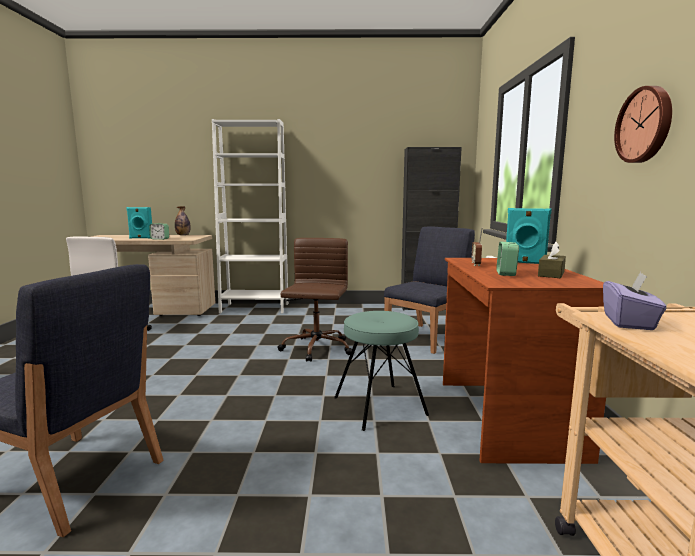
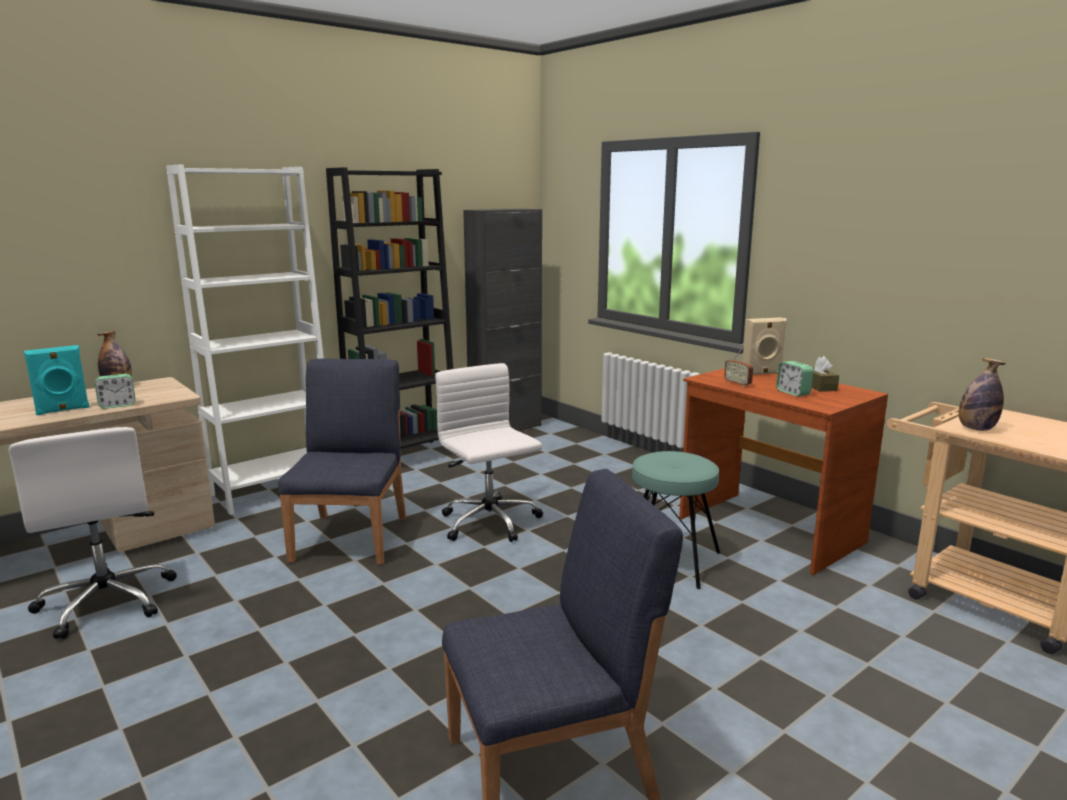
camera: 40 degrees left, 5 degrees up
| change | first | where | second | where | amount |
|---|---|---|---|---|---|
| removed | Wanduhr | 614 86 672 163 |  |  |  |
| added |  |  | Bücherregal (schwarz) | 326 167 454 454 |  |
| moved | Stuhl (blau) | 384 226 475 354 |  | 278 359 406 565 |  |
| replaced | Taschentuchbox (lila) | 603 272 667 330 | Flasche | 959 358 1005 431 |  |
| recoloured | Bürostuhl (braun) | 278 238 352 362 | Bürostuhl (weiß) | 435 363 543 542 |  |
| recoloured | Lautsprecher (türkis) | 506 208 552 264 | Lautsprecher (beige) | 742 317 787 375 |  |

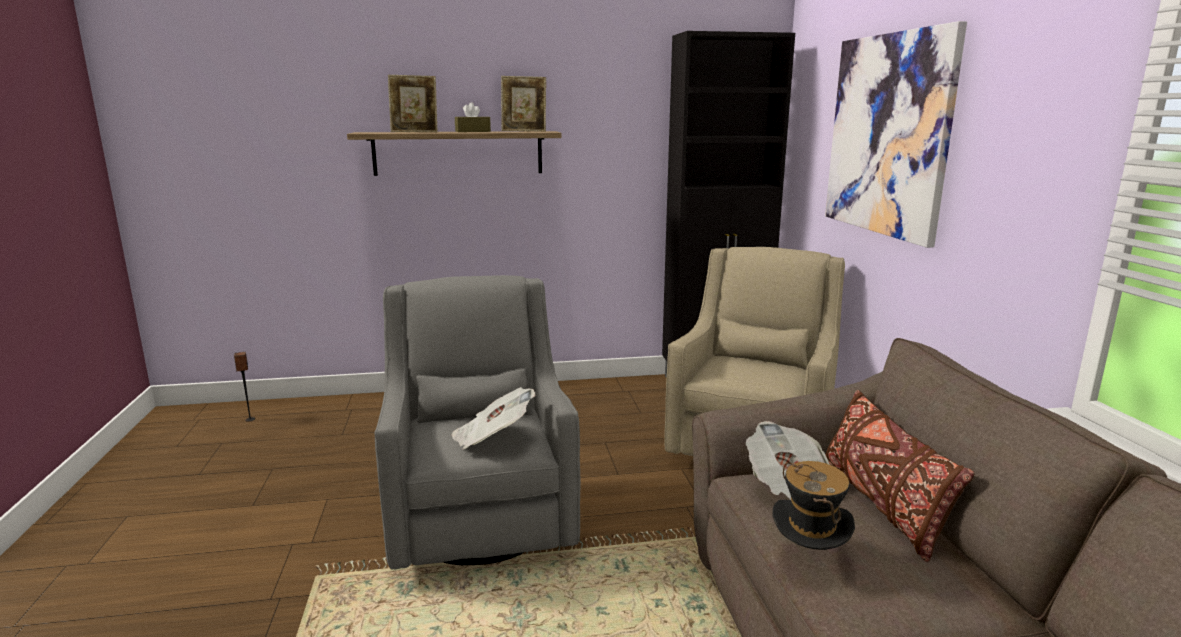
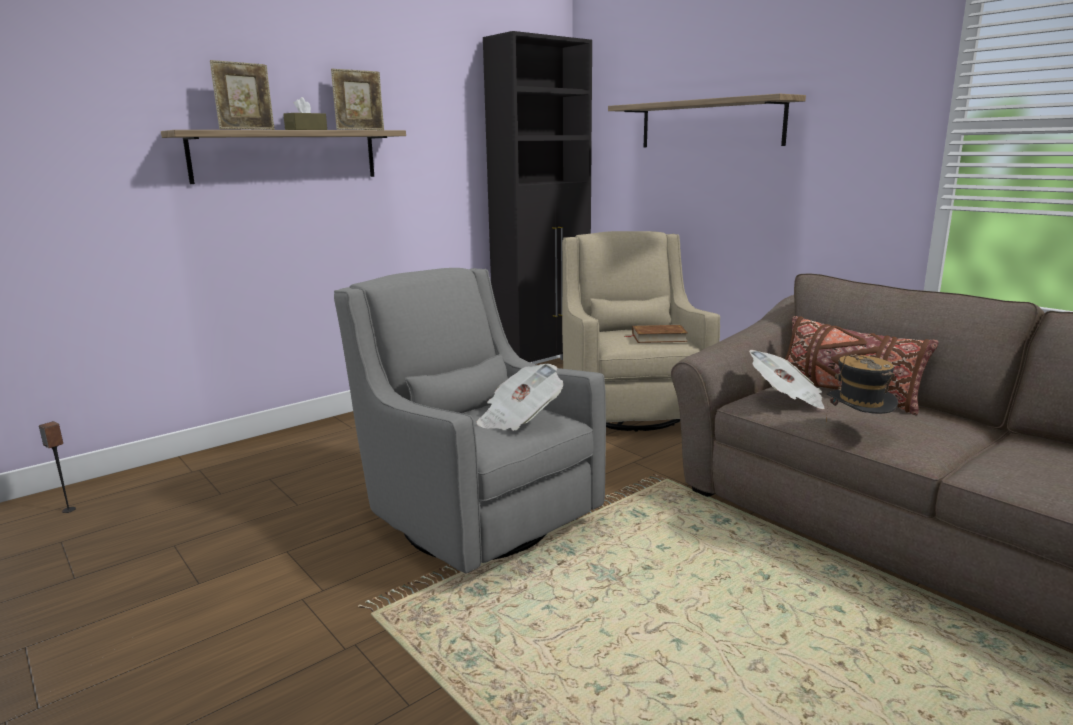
camera: 30 degrees left, 0 degrees up
| change | first | where | second | where | amount |
|---|---|---|---|---|---|
| added |  |  | Buch (braun) | 625 325 688 343 |  |
| replaced | Bild | 825 21 967 248 | Wandregal | 608 94 806 148 |  |

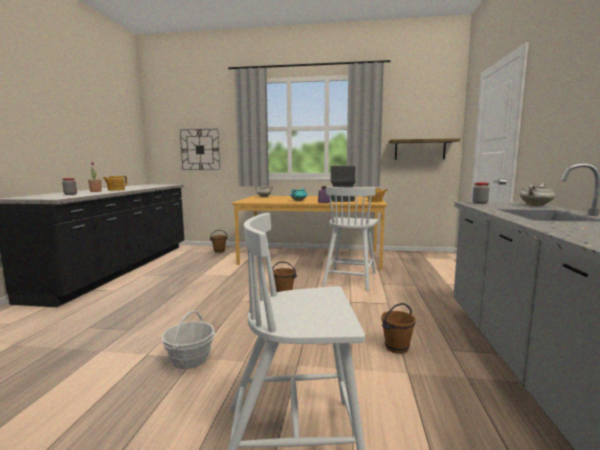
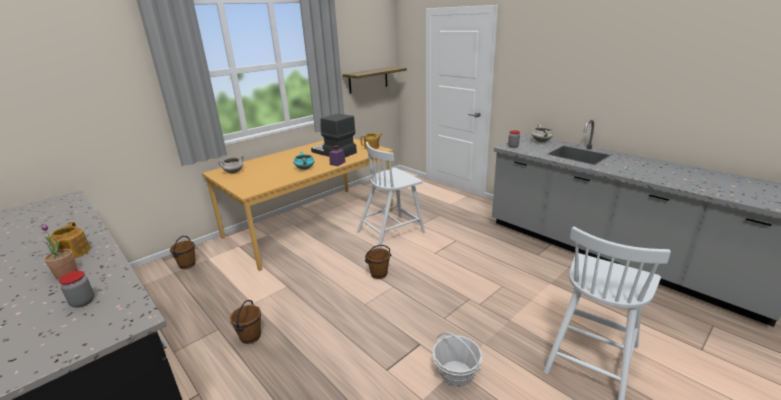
camera: 50 degrees left, 15 degrees up
| change | first | where | second | where | amount |
|---|---|---|---|---|---|
| removed | Wanduhr | 178 127 222 172 |  |  |  |
| moved | Eimer (braun) | 381 303 416 354 |  | 230 300 261 344 |  |
| turned | Stuhl (weiß) | 322 186 378 291 |  | 357 142 425 249 | 90 degrees clockwise |

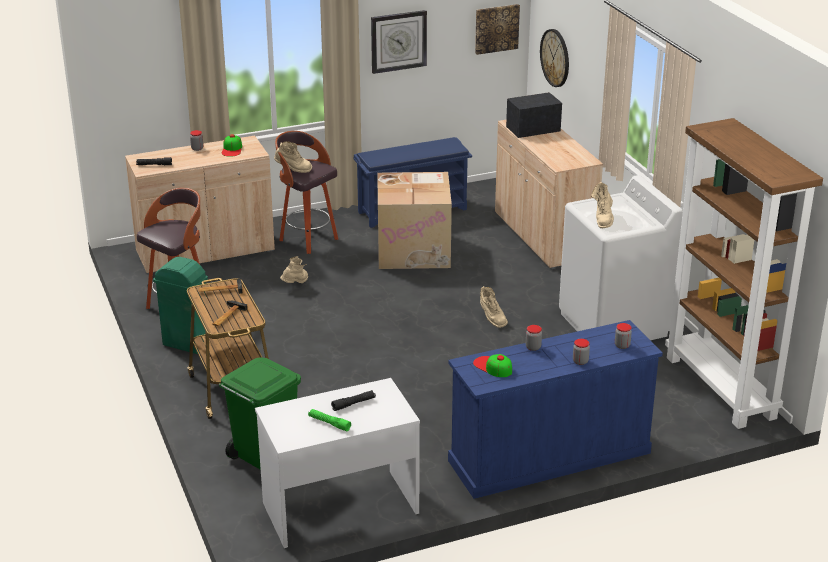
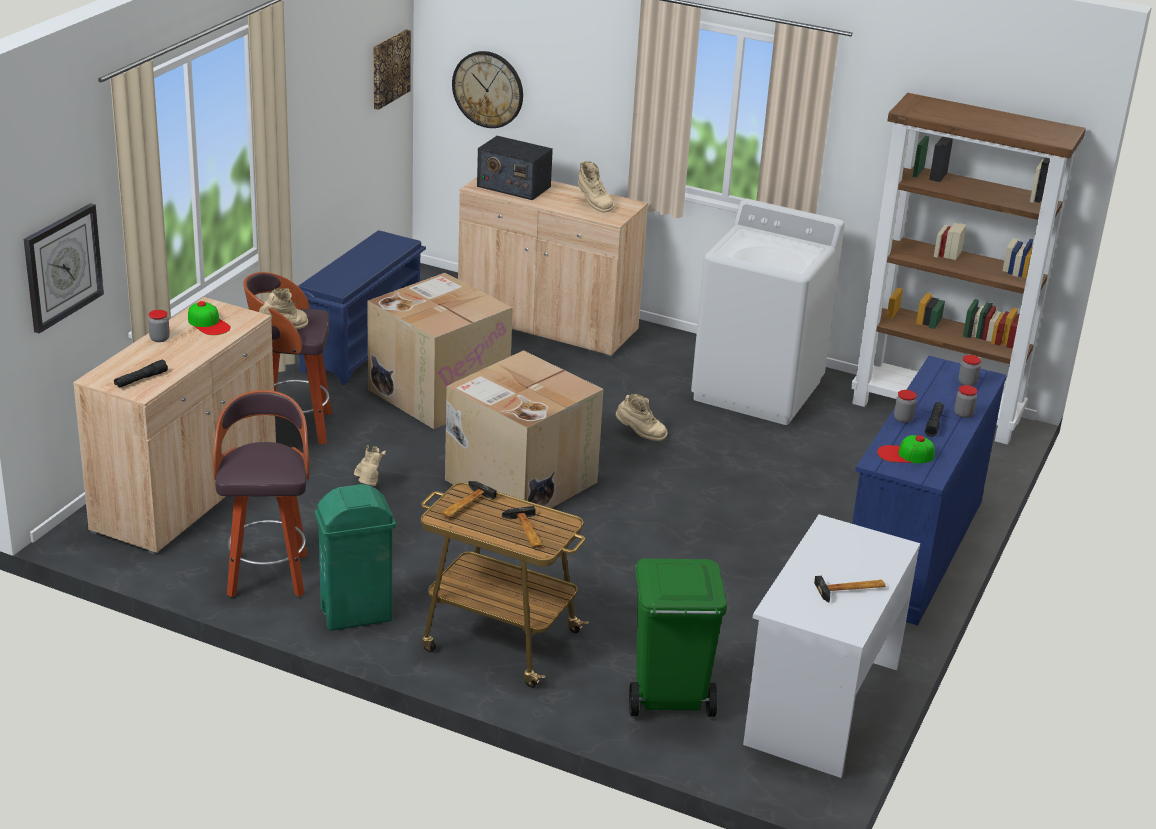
camera: 45 degrees left, 0 degrees up
| change | first | where | second | where | amount |
|---|---|---|---|---|---|
| added |  |  | Karton | 445 350 604 508 |  |
| moved | Taschenlampe (schwarz) | 331 390 376 411 |  | 925 402 944 437 |  |
| moved | Wanduhr | 371 10 427 74 |  | 24 203 104 333 |  |
| moved | Stiefel (beige) | 591 182 614 228 |  | 578 161 615 213 |  |
| replaced | Taschenlampe (grün) | 308 409 351 431 | Hammer | 814 576 886 602 |  |
| turned | Radio | 506 92 562 138 |  | 477 136 553 200 | 90 degrees counterclockwise |

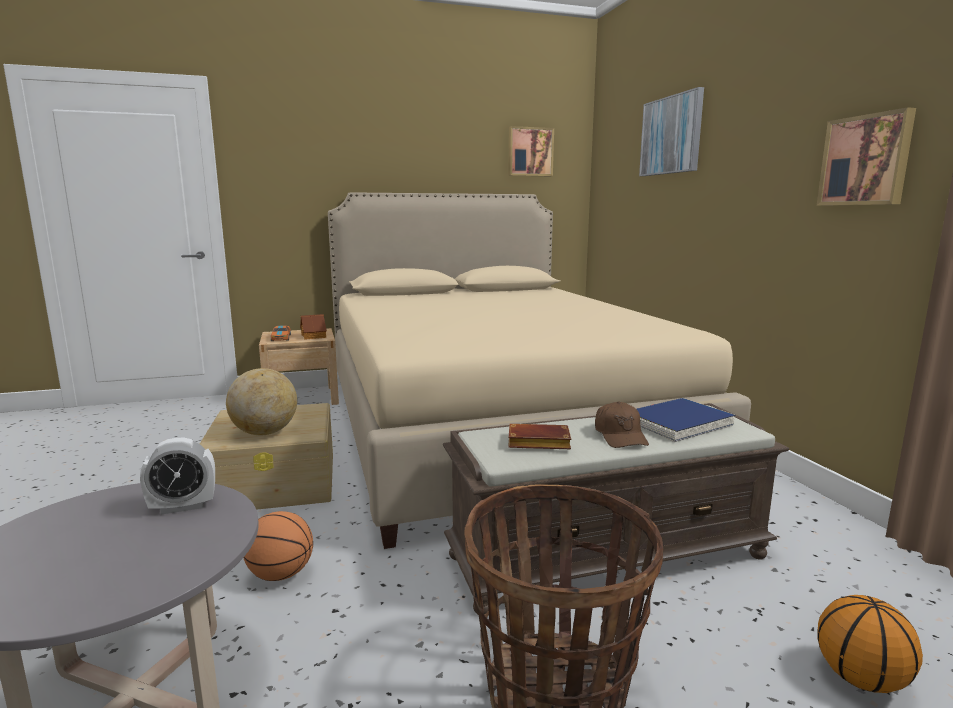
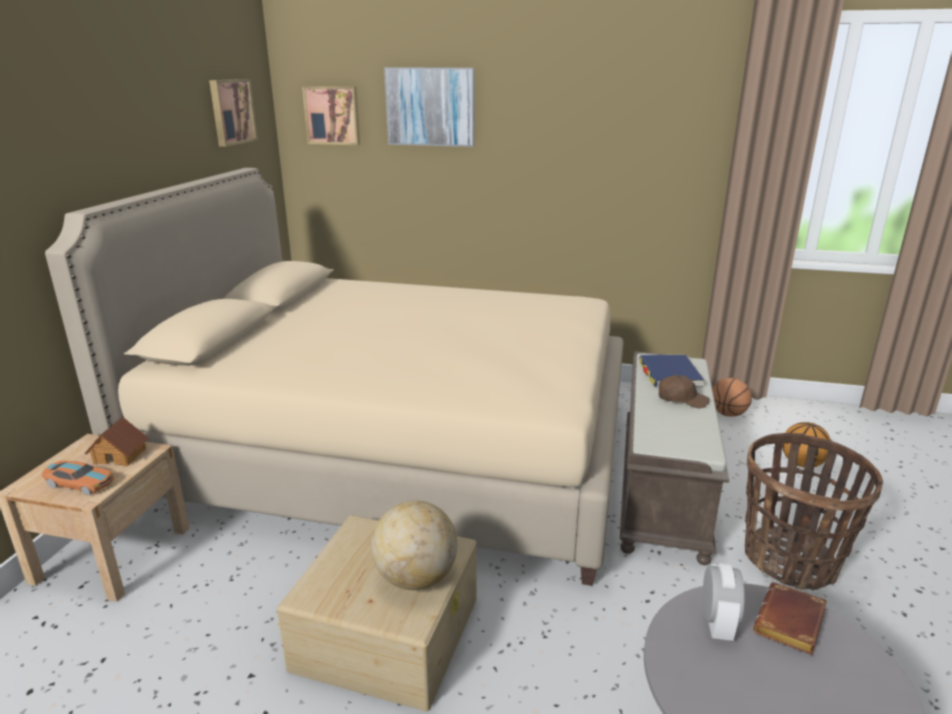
camera: 60 degrees left, 10 degrees up
| change | first | where | second | where | amount |
|---|---|---|---|---|---|
| moved | Basketball | 244 511 313 581 |  | 712 378 752 417 |  |
| moved | Buch (braun) | 508 424 571 449 |  | 753 582 827 655 |  |
| moved | Bild | 817 107 916 206 |  | 302 86 360 145 |  |

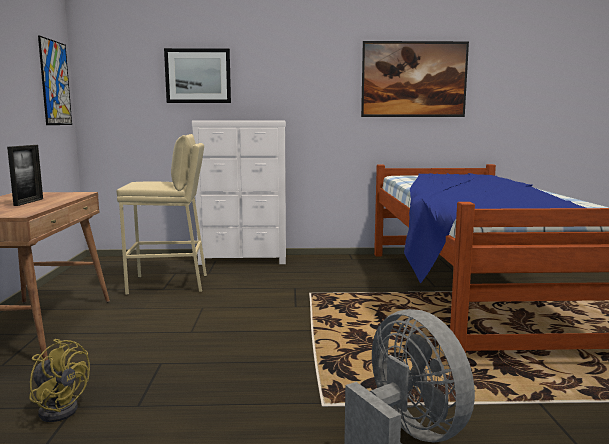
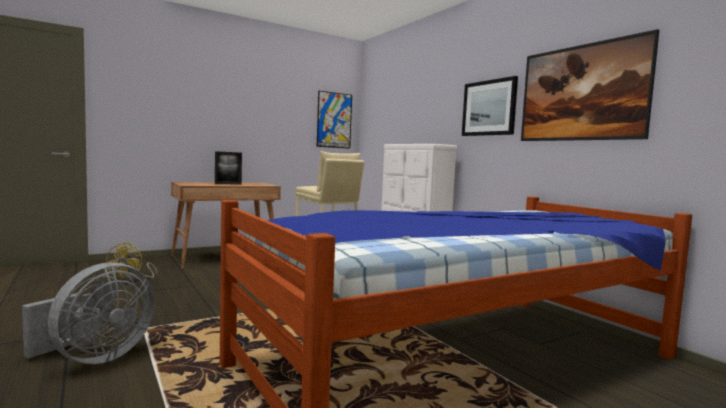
camera: 60 degrees right, 5 degrees down
| change | first | where | second | where | amount |
|---|---|---|---|---|---|
| moved | Bild | 164 48 231 103 |  | 462 76 518 136 |  |

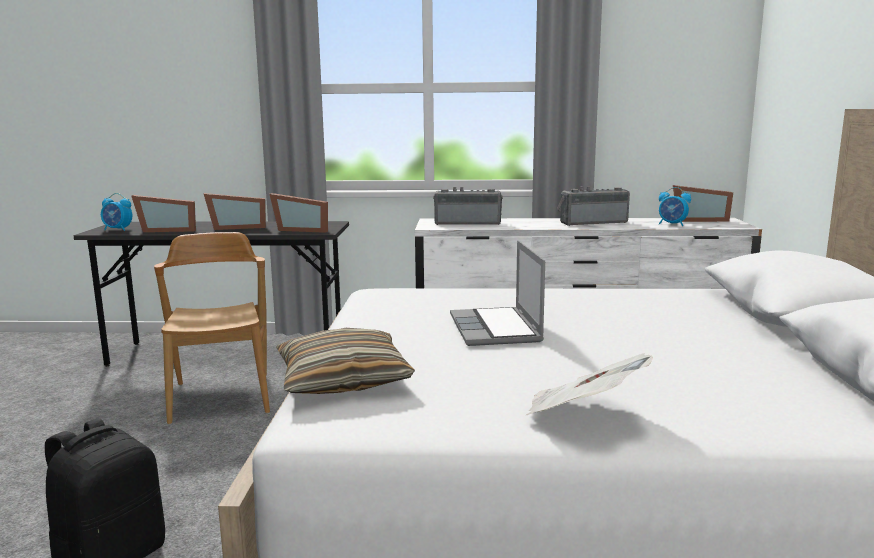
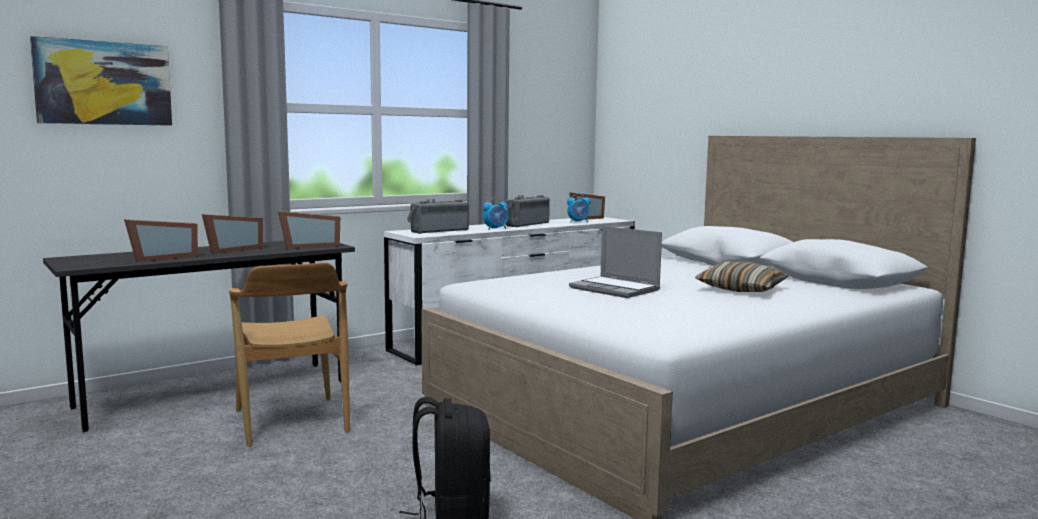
camera: 40 degrees left, 5 degrees down
| change | first | where | second | where | amount |
|---|---|---|---|---|---|
| removed | Zeitung | 526 353 653 415 |  |  |  |
| added |  |  | Bild | 30 36 172 126 |  |
| moved | Wecker | 101 193 132 231 |  | 483 198 508 230 |  |
| moved | Kissen | 276 328 415 394 |  | 695 261 788 292 |  |
| turned | Stuhl (braun) | 154 232 270 424 |  | 229 262 350 447 | 150 degrees counterclockwise |

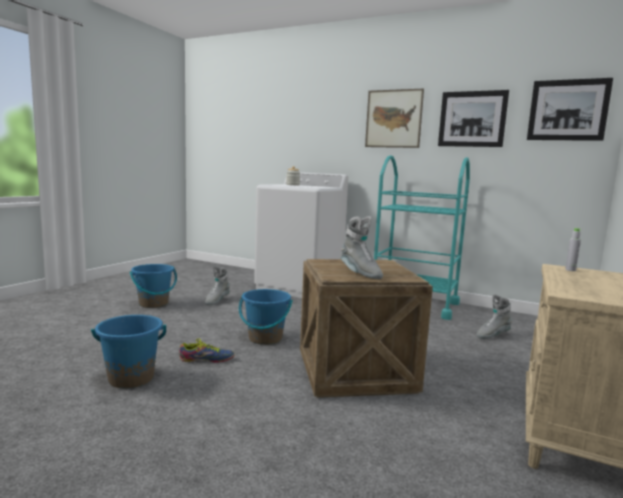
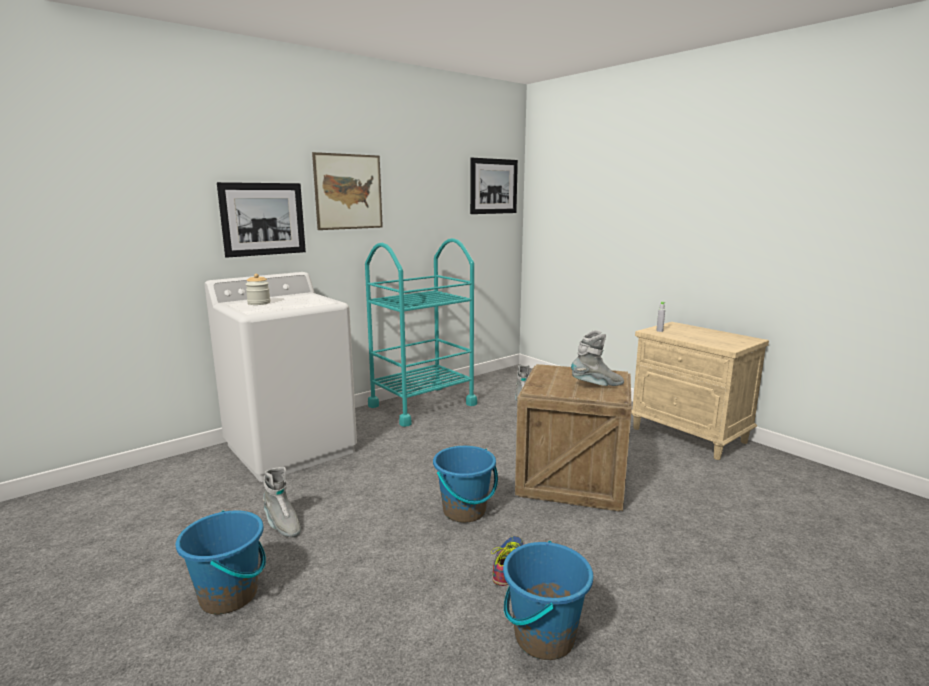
camera: 65 degrees left, 5 degrees up
| change | first | where | second | where | amount |
|---|---|---|---|---|---|
| moved | Bild | 438 90 509 147 |  | 217 182 306 258 |  |

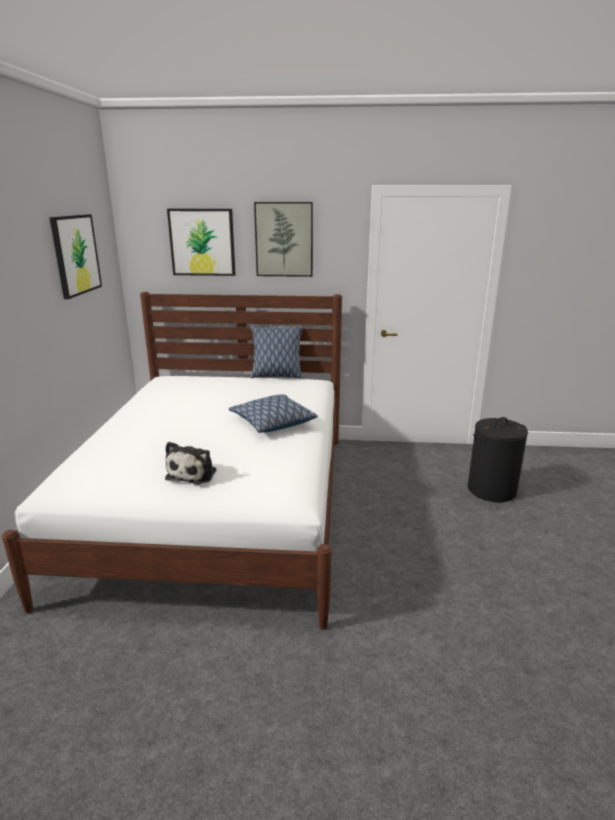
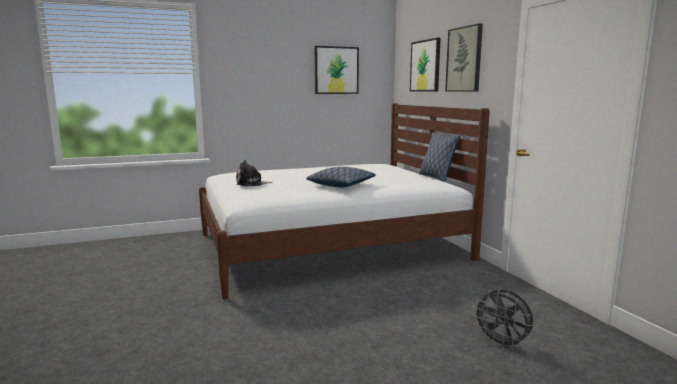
camera: 65 degrees right, 10 degrees down
| change | first | where | second | where | amount |
|---|---|---|---|---|---|
| replaced | Wäschekorb (schwarz) | 468 417 528 502 | Ventilator (grau) | 472 289 533 350 |  |

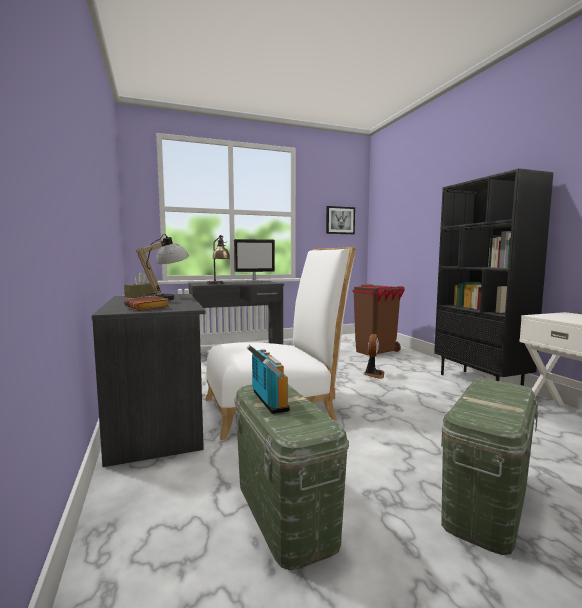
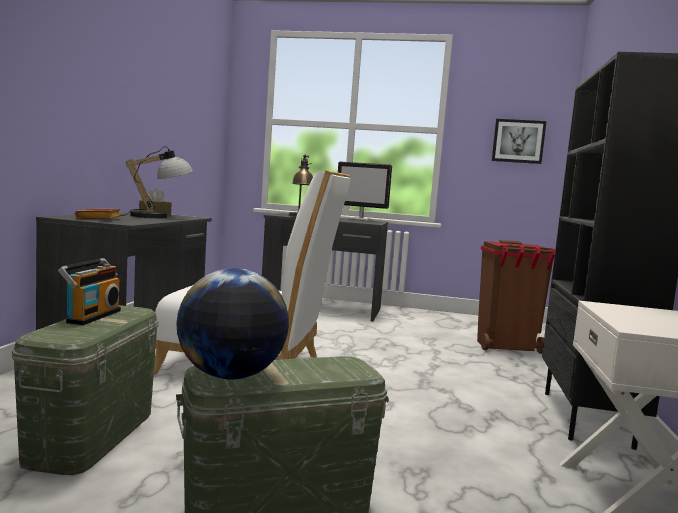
camera: 30 degrees right, 0 degrees up
| change | first | where | second | where | amount |
|---|---|---|---|---|---|
| removed | Ventilator | 364 334 384 379 |  |  |  |
| added |  |  | Globus | 176 268 289 379 |  |

